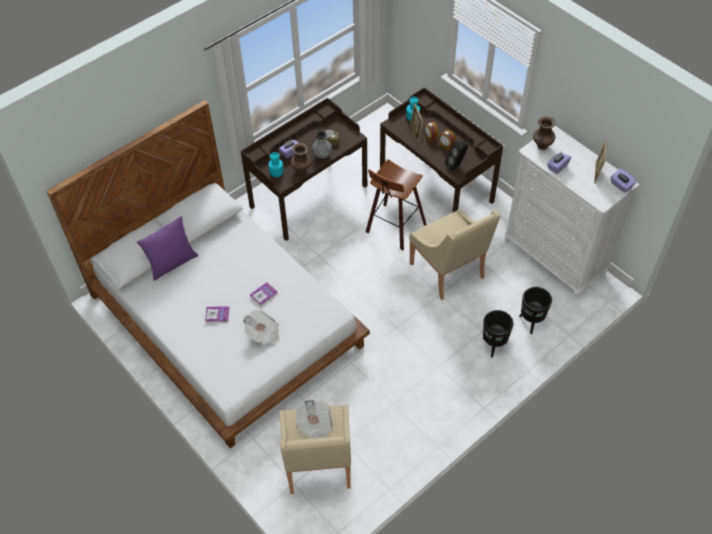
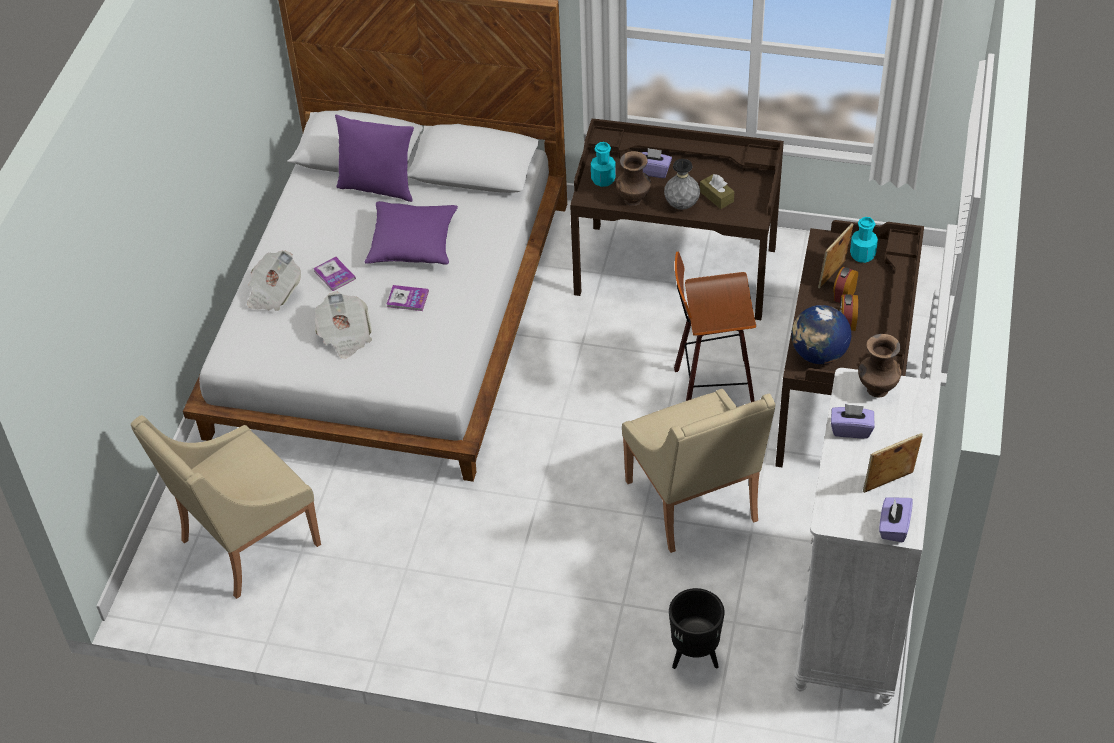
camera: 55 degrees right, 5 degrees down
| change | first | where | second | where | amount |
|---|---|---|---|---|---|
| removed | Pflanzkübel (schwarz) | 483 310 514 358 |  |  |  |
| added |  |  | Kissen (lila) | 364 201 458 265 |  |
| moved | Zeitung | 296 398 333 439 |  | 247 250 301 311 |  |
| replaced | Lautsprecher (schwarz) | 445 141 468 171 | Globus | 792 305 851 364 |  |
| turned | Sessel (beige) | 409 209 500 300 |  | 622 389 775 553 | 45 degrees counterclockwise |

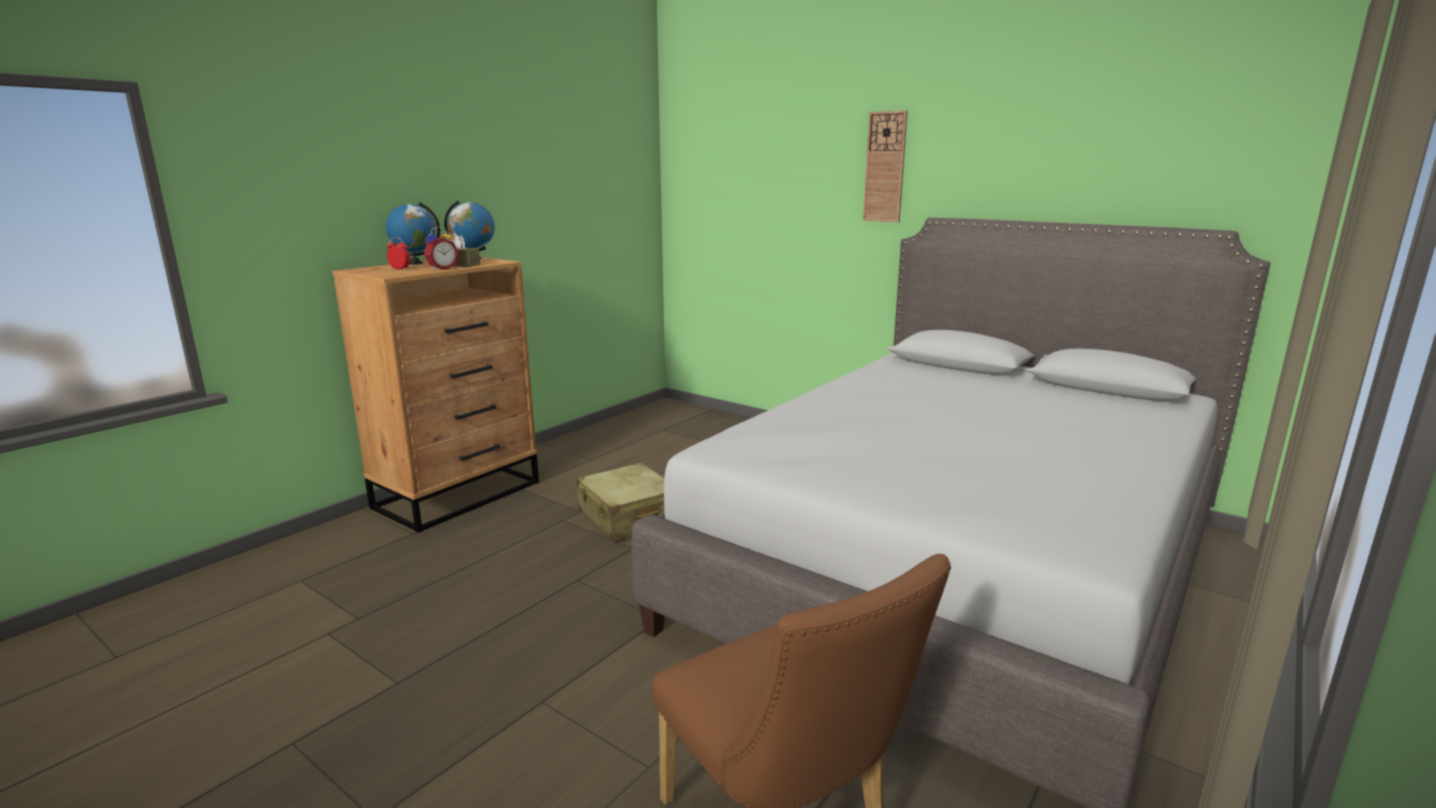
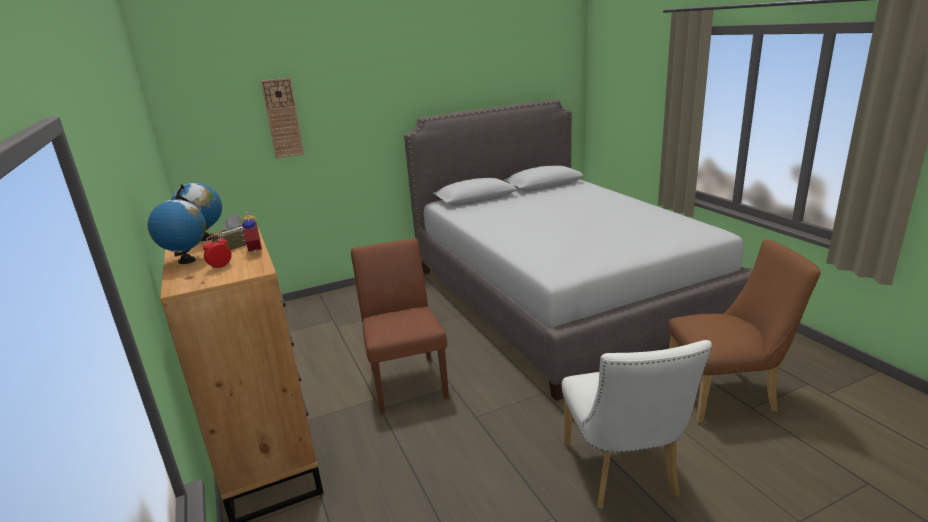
camera: 60 degrees left, 5 degrees up
| change | first | where | second | where | amount |
|---|---|---|---|---|---|
| added |  |  | Stuhl (weiß) | 562 340 712 509 |  |
| moved | Wanduhr | 863 110 908 222 |  | 261 78 304 158 |  |
| replaced | Koffer (beige) | 576 463 664 542 | Stuhl (braun) | 351 238 449 413 |  |

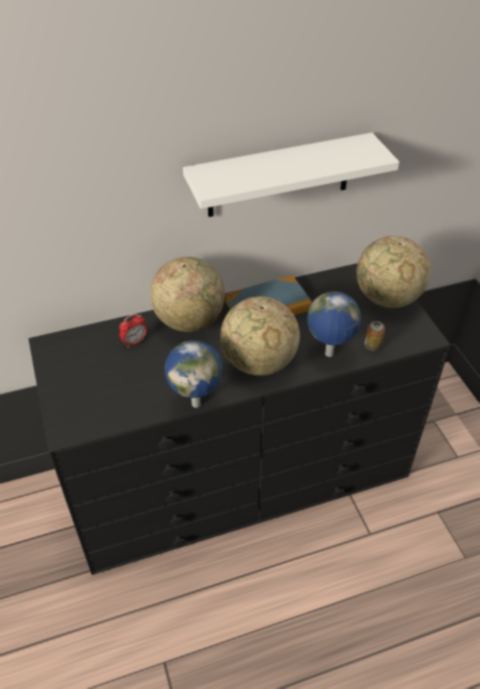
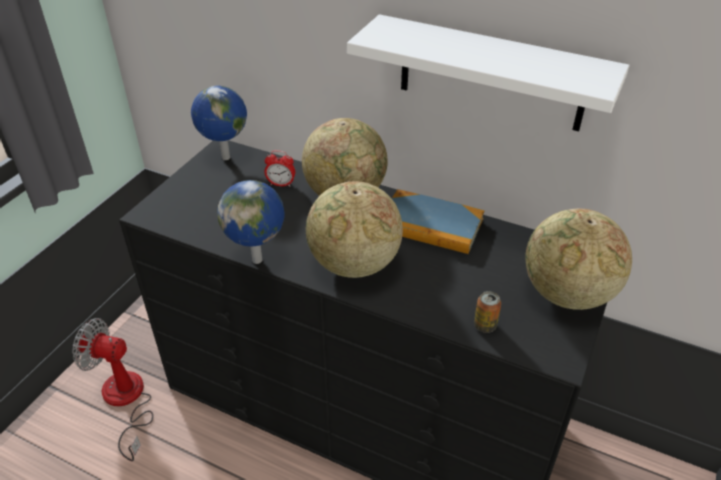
camera: 45 degrees right, 5 degrees down
| change | first | where | second | where | amount |
|---|---|---|---|---|---|
| added |  |  | Ventilator | 72 318 153 461 |  |
| moved | Globus | 307 291 361 357 |  | 191 86 247 160 |  |

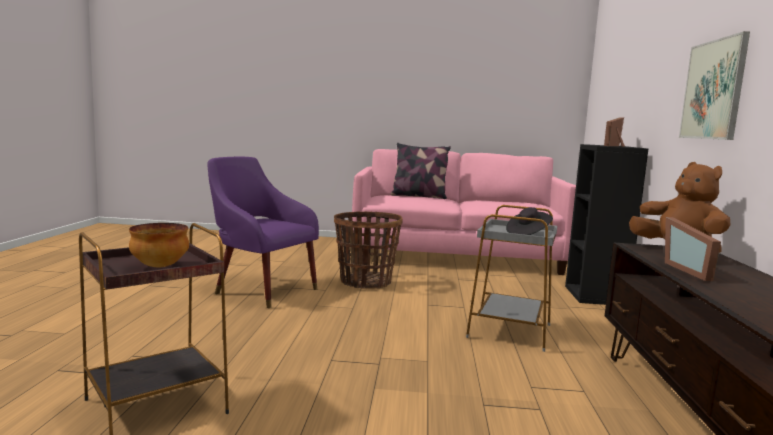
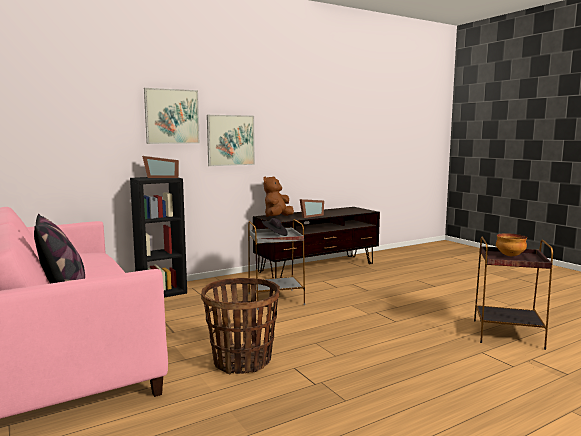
camera: 125 degrees left, 0 degrees up
| change | first | where | second | where | amount |
|---|---|---|---|---|---|
| removed | Sessel (lila) | 207 157 319 308 |  |  |  |
| added |  |  | Bild | 144 88 200 144 |  |

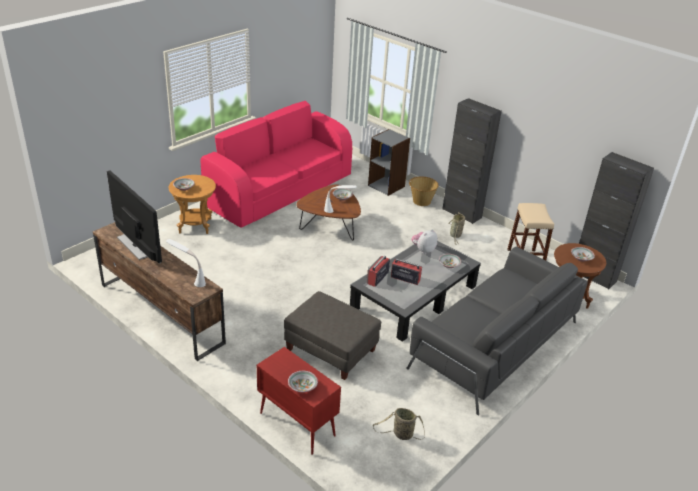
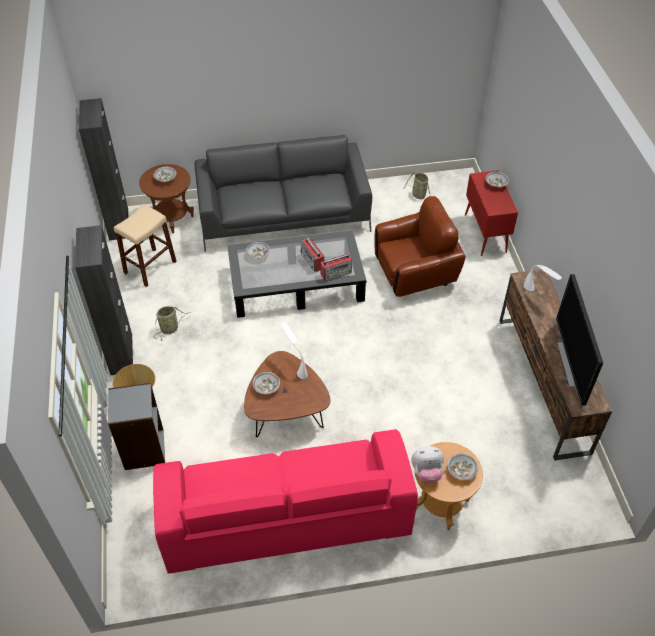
camera: 140 degrees left, 15 degrees up
| change | first | where | second | where | amount |
|---|---|---|---|---|---|
| moved | Plüschtier | 411 229 438 254 |  | 411 446 444 483 |  |
| replaced | Polsterhocker (grau) | 284 291 381 380 | Sessel (braun) | 375 196 466 297 |  |

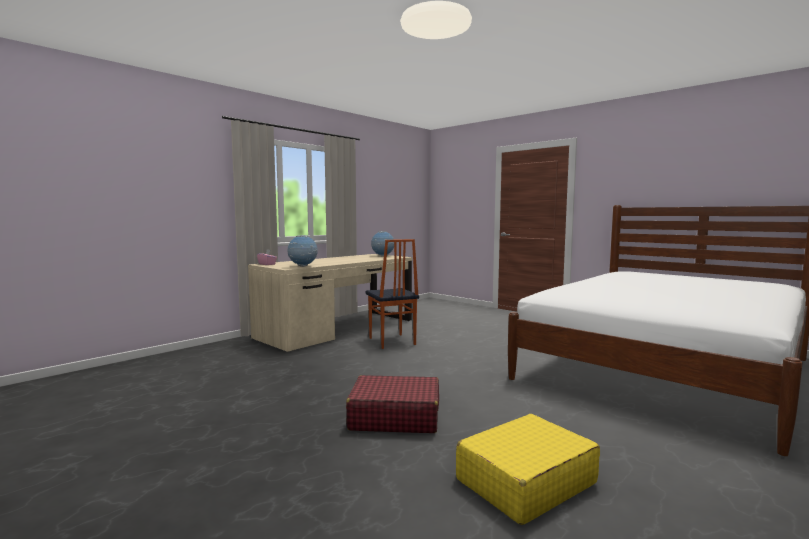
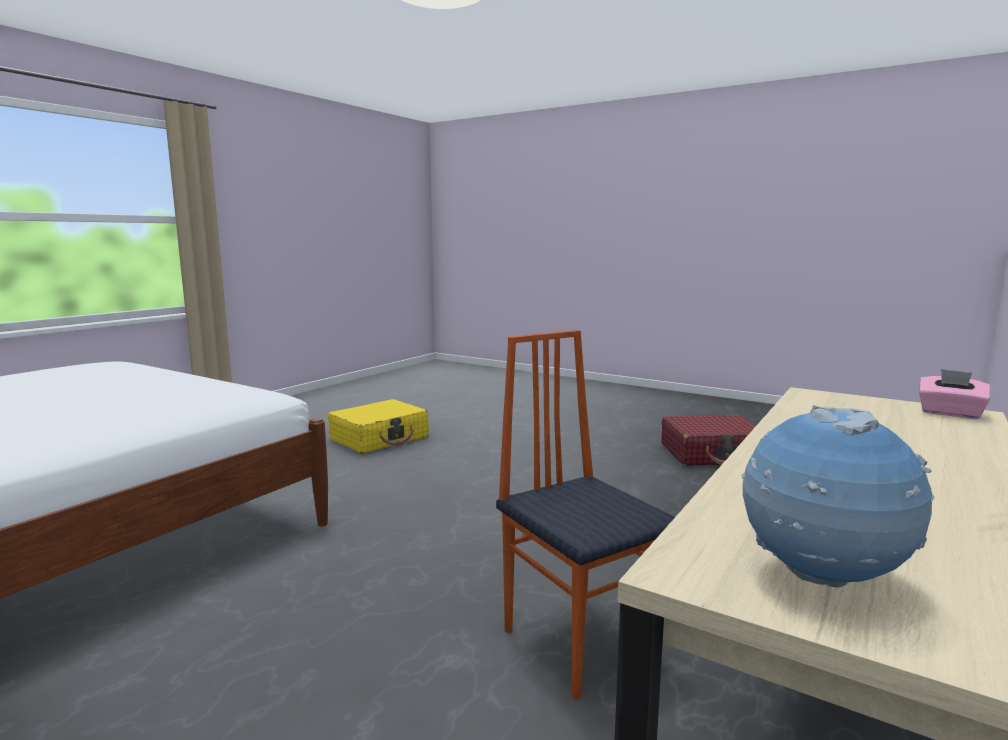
camera: 170 degrees right, 5 degrees up
| change | first | where | second | where | amount |
|---|---|---|---|---|---|
| removed | Globus | 288 235 318 267 |  |  |  |
| moved | Koffer (rot) | 346 375 439 433 |  | 661 415 757 466 |  |

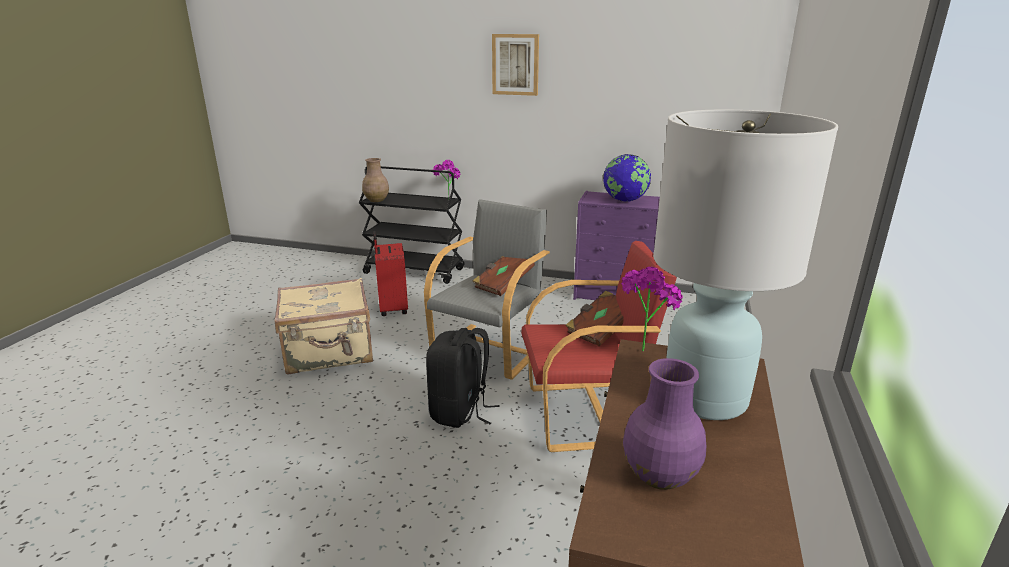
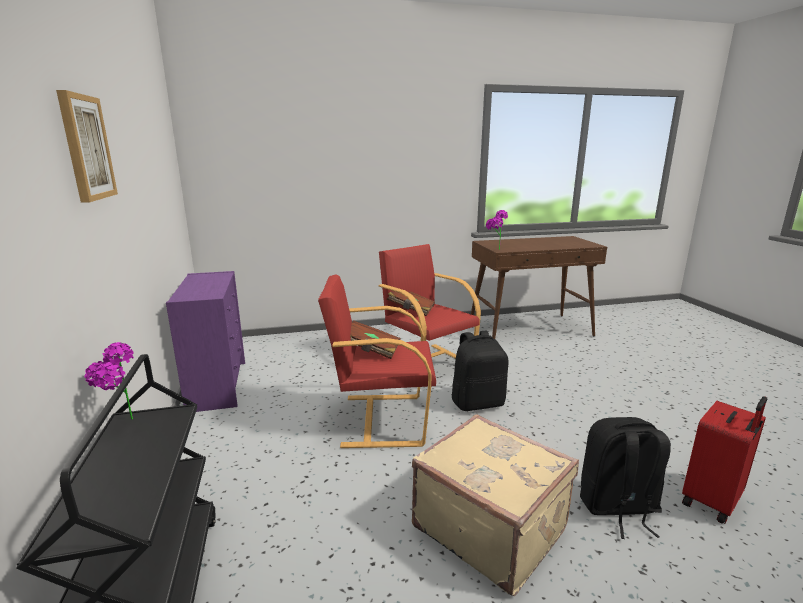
camera: 120 degrees left, 5 degrees down
| change | first | where | second | where | amount |
|---|---|---|---|---|---|
| removed | Vase (braun) | 362 158 389 202 |  |  |  |
| removed | Globus | 603 154 651 202 |  |  |  |
| removed | Vase (lila) | 623 358 706 490 |  |  |  |
| removed | Tischlampe (weiß) | 653 110 838 420 |  |  |  |
| added |  |  | Rucksack (schwarz) | 580 417 671 539 |  |
| moved | Koffer (rot) | 373 231 408 316 |  | 682 396 767 524 |  |
| recoloured | Sessel (grau) | 424 200 550 380 | Sessel (rot) | 318 275 436 448 |  |

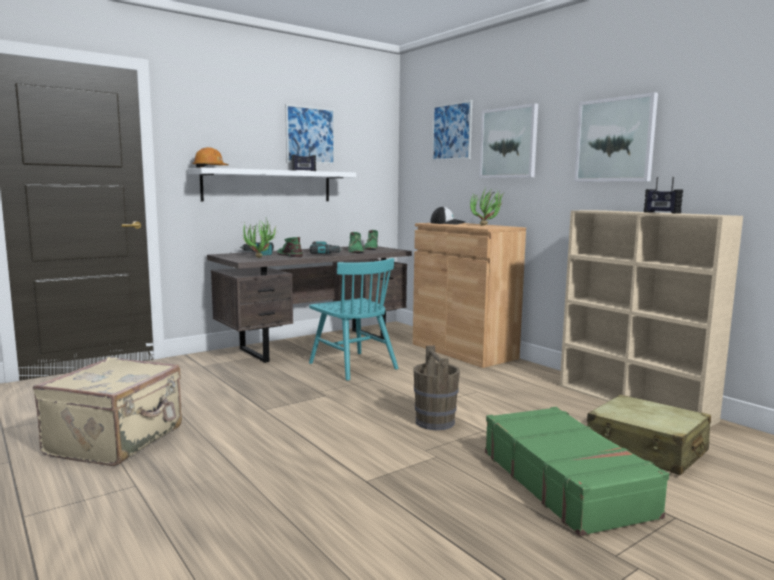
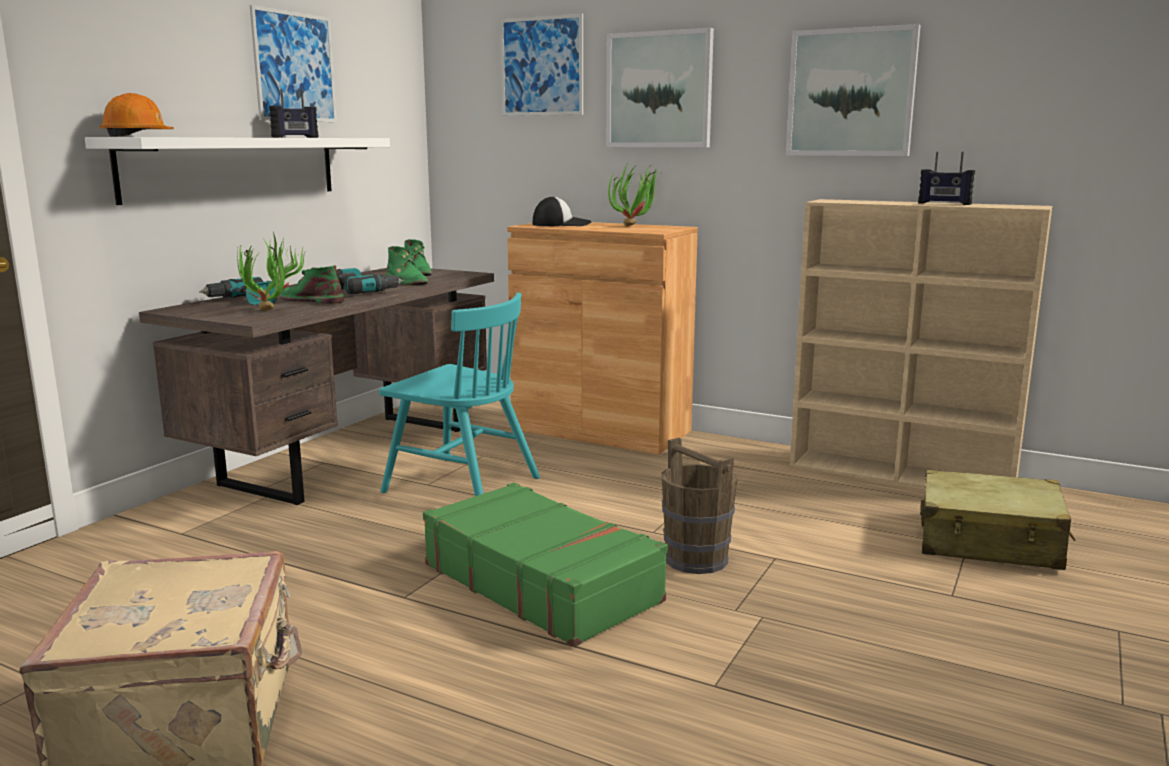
camera: 25 degrees left, 5 degrees up
| change | first | where | second | where | amount |
|---|---|---|---|---|---|
| moved | Koffer (grün) | 485 407 669 536 |  | 423 483 668 647 |  |

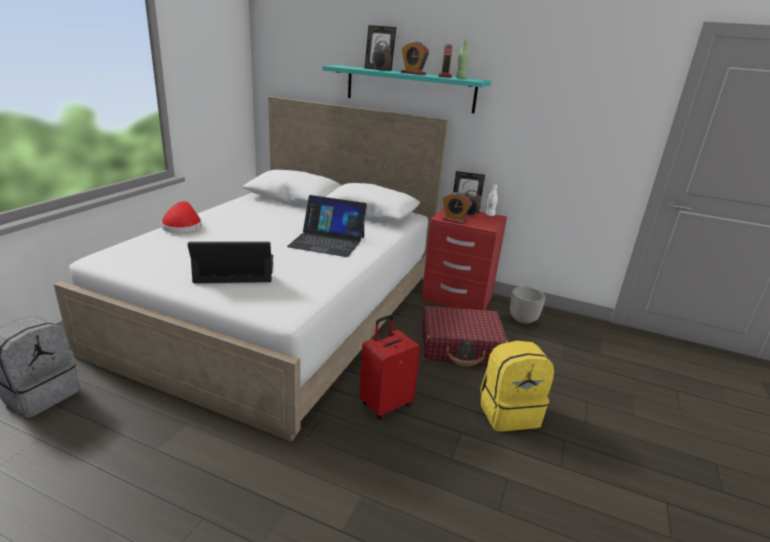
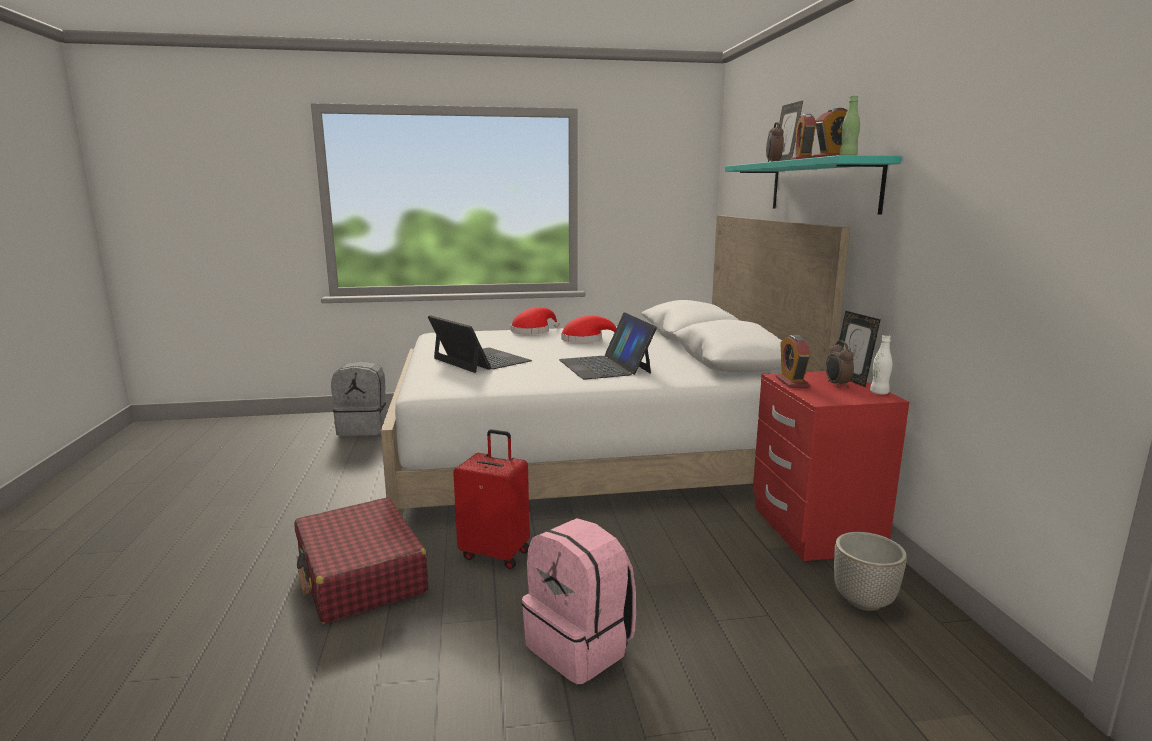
camera: 60 degrees right, 10 degrees down
| change | first | where | second | where | amount |
|---|---|---|---|---|---|
| added |  |  | Hut (rot) | 561 315 616 343 |  |
| moved | Koffer (rot) | 422 306 508 366 |  | 295 497 428 624 |  |
| recoloured | Rucksack (gelb) | 480 341 554 431 | Rucksack (rosa) | 522 518 636 684 |  |

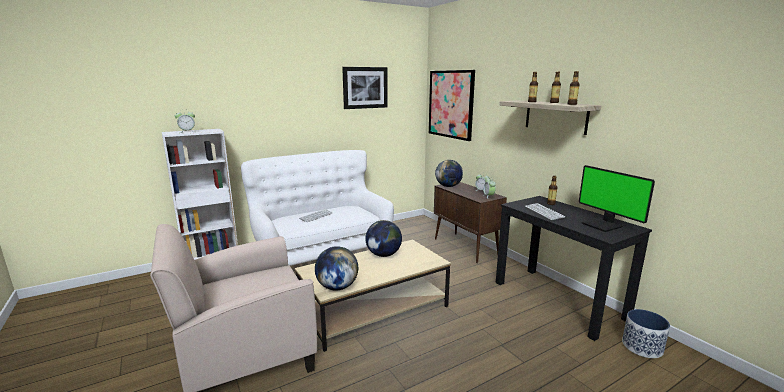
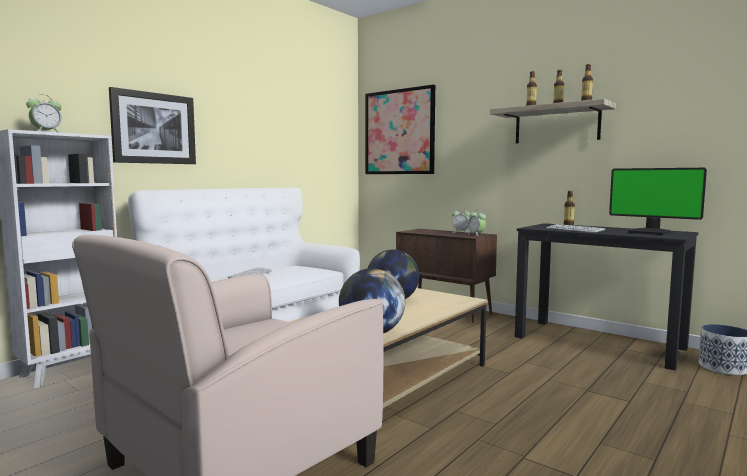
camera: 20 degrees left, 10 degrees down
| change | first | where | second | where | amount |
|---|---|---|---|---|---|
| removed | Globus | 435 160 463 187 |  |  |  |
| moved | Bild | 342 67 388 109 |  | 109 87 196 164 |  |

